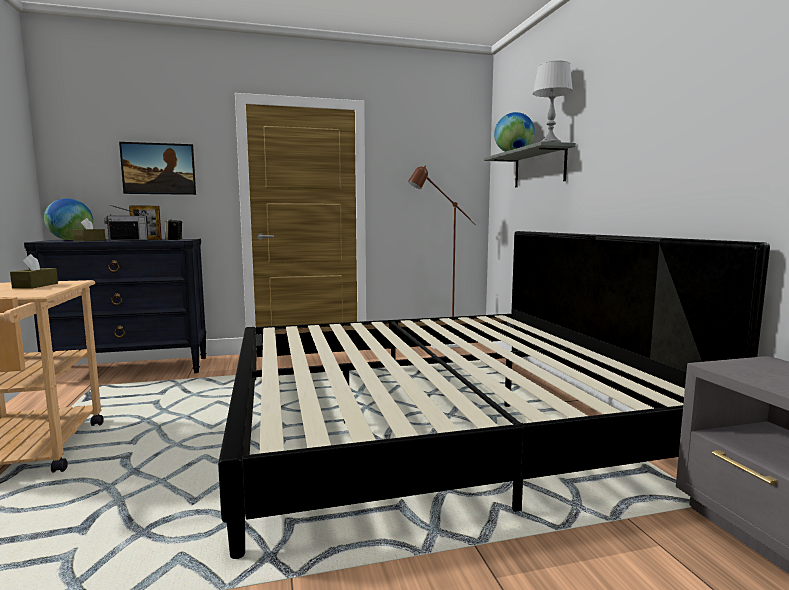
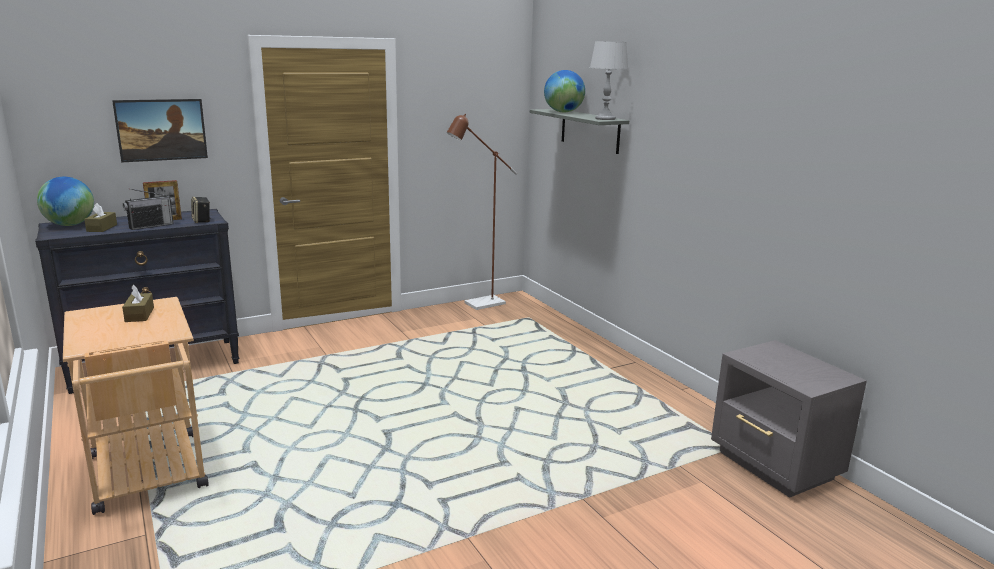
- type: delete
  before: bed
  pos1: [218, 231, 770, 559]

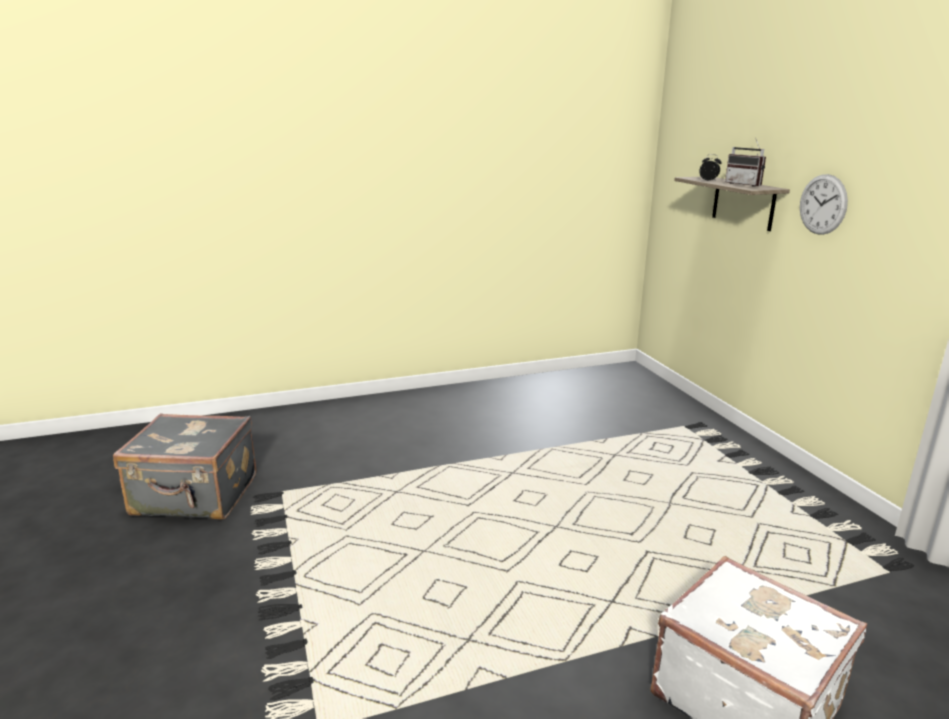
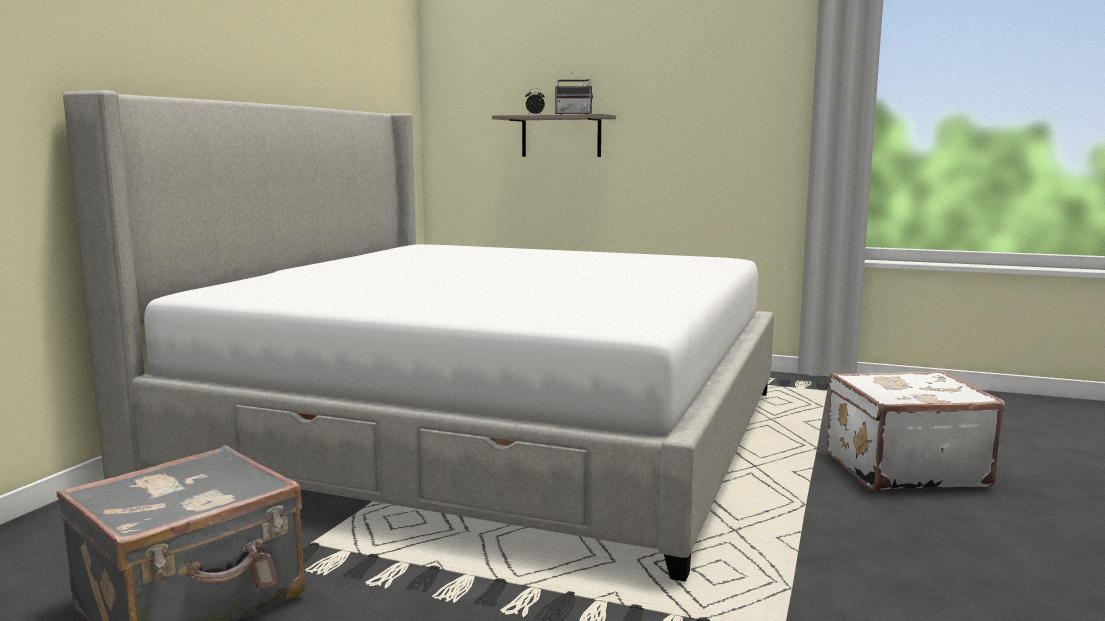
- type: delete
  before: wall clock
  pos1: [800, 174, 848, 235]
- type: insert
  after: bed
  pos2: [63, 90, 774, 582]

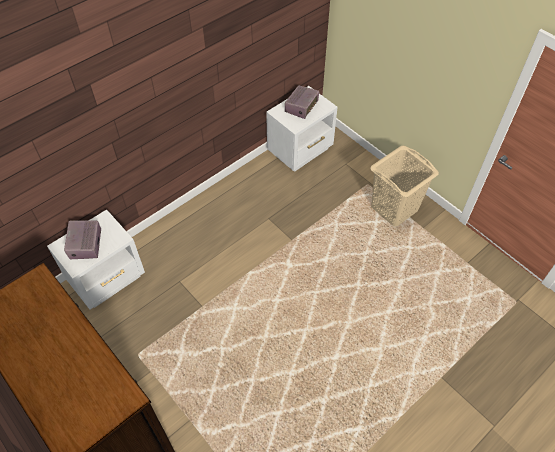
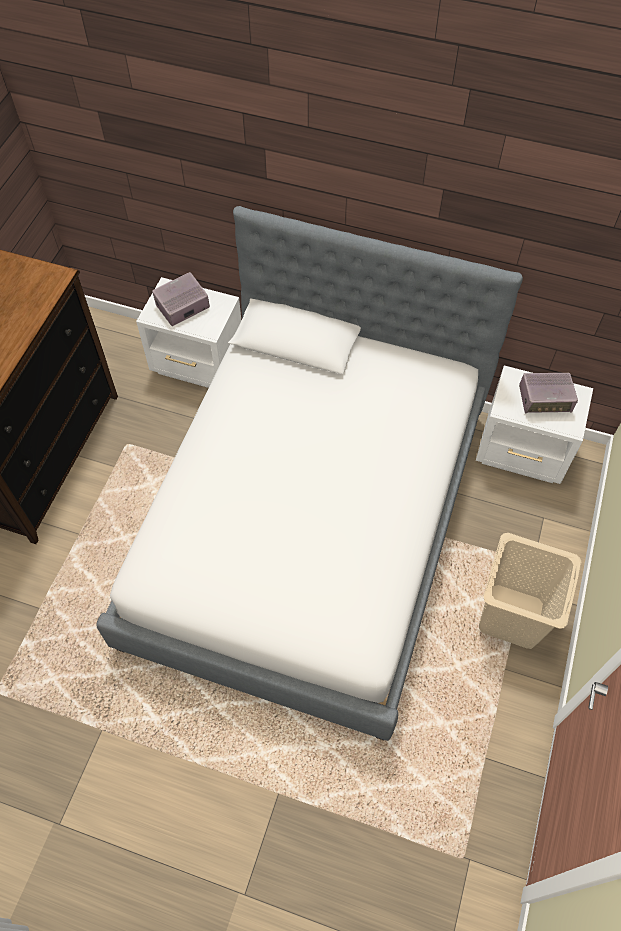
- type: insert
  after: bed
  pos2: [96, 206, 523, 741]

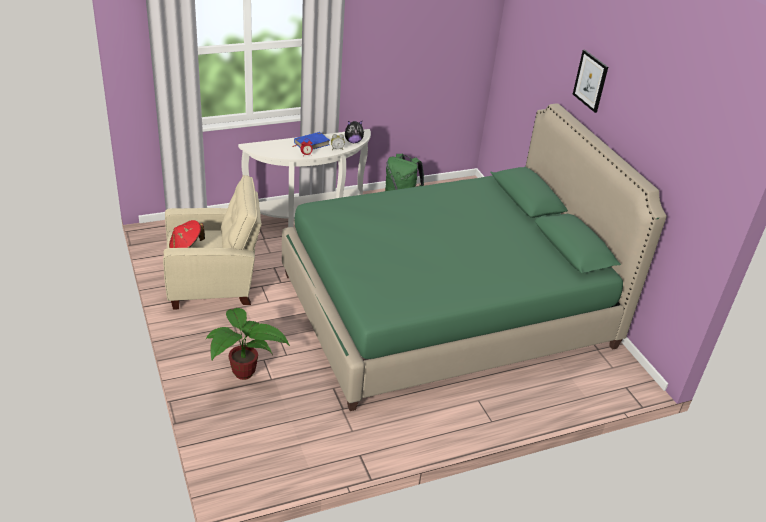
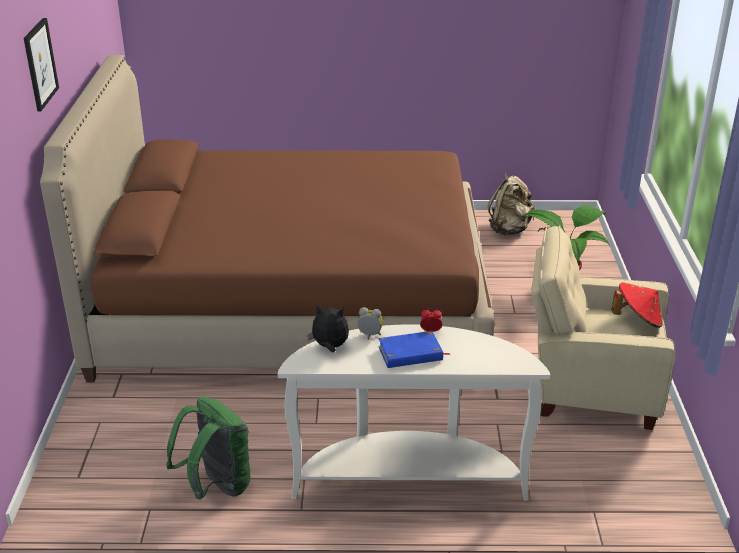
- type: insert
  after: beige backpack
  pos2: [488, 172, 535, 235]
- type: recolor
  before: green bed
  after: brown bed
  pos1: [282, 104, 667, 411]
  pos2: [40, 55, 495, 382]

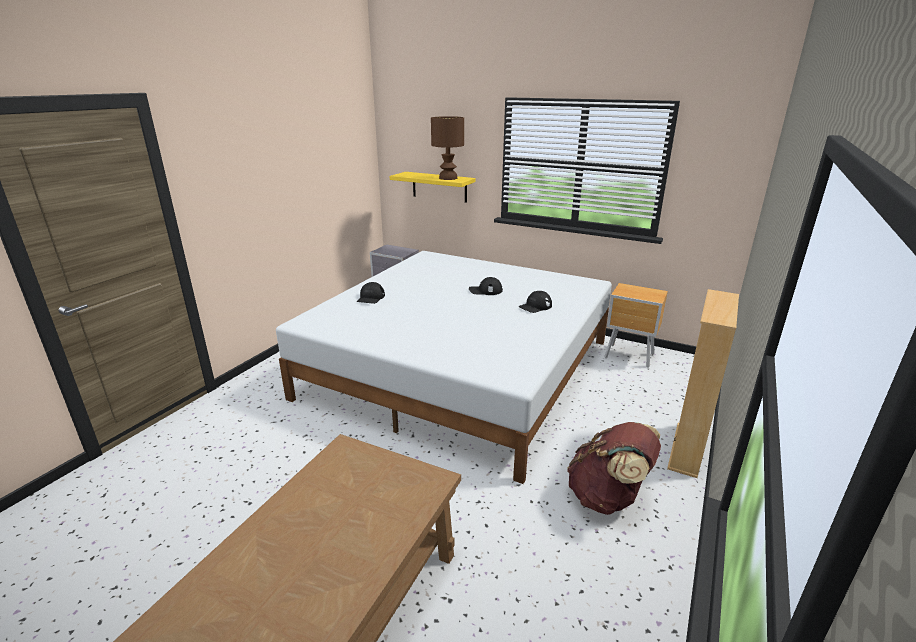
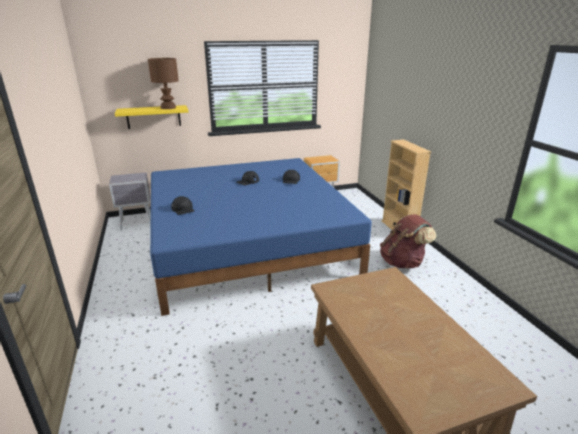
- type: recolor
  before: white bed
  after: blue bed
  pos1: [276, 251, 612, 484]
  pos2: [150, 158, 372, 316]

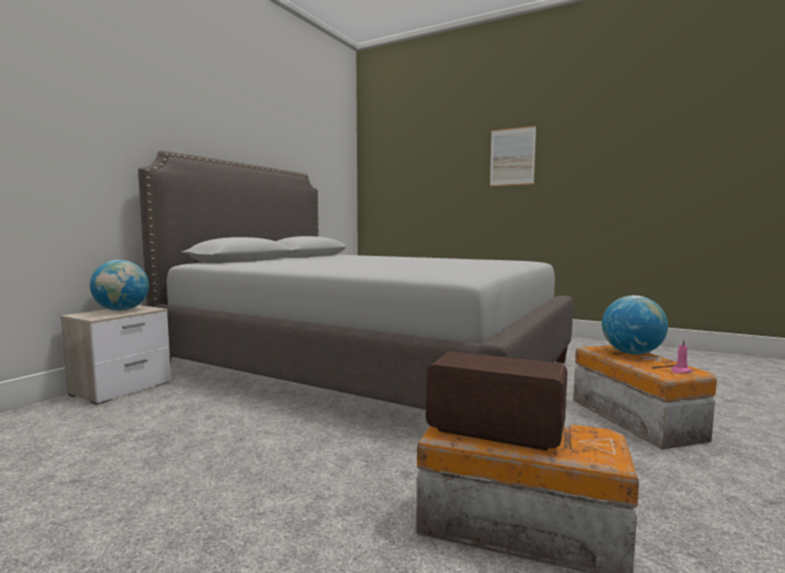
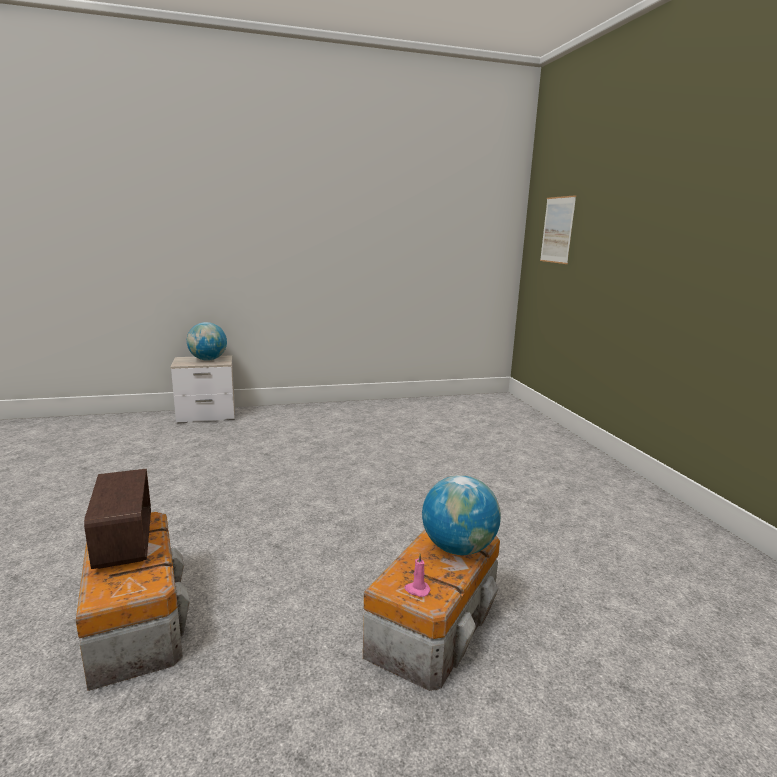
- type: delete
  before: grey bed
  pos1: [138, 151, 573, 410]
- type: move
  before: picture
  pos1: [490, 126, 536, 186]
  pos2: [540, 195, 576, 264]

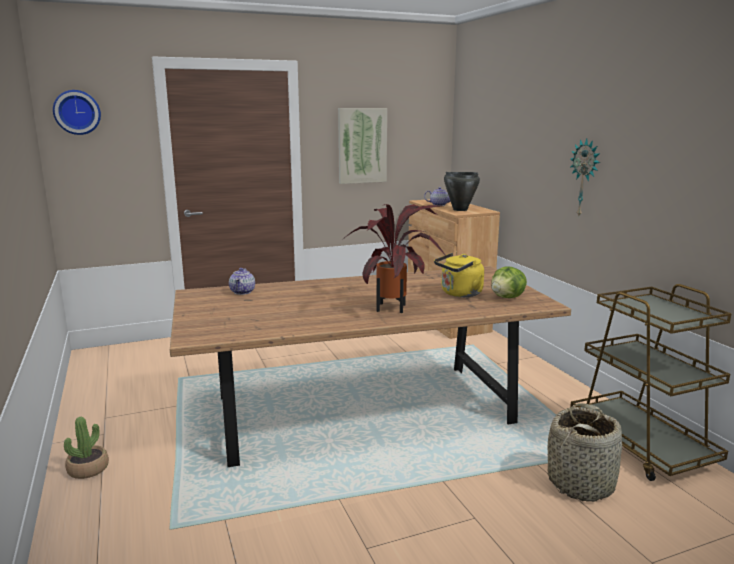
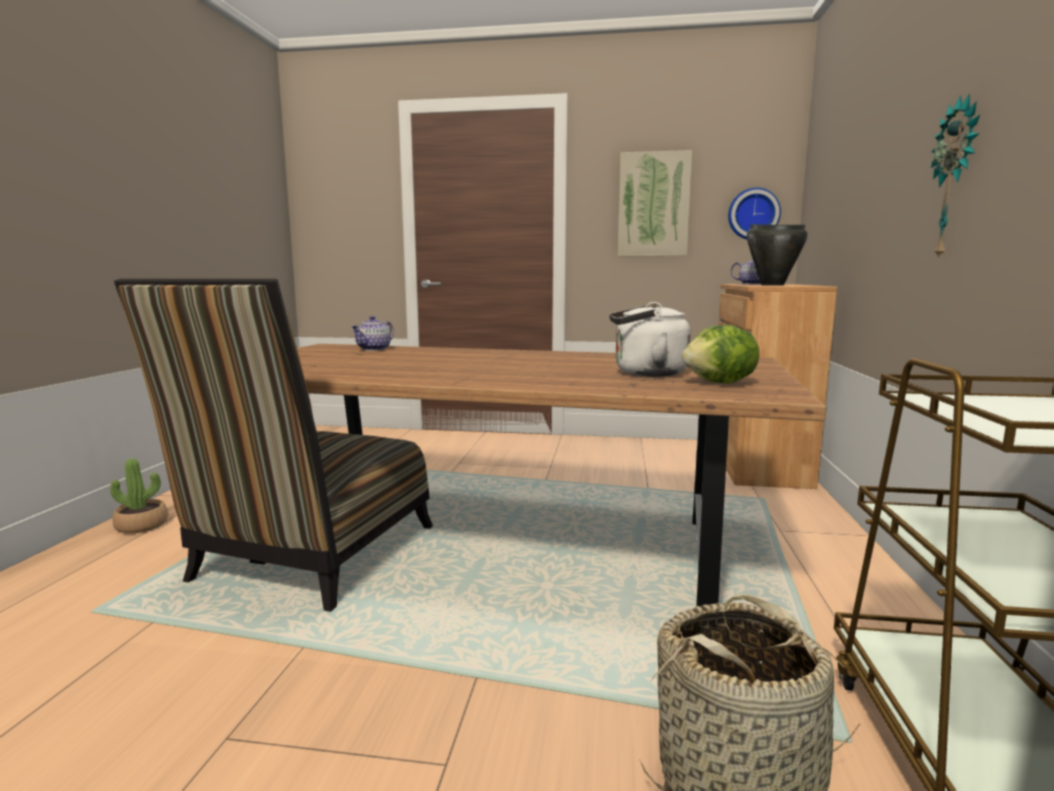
- type: delete
  before: potted plant
  pos1: [342, 204, 446, 313]
- type: insert
  after: chair
  pos2: [114, 279, 433, 612]
- type: move
  before: wall clock
  pos1: [53, 90, 101, 135]
  pos2: [728, 188, 781, 239]
- type: recolor
  before: yellow kettle
  after: white kettle
  pos1: [434, 253, 484, 297]
  pos2: [609, 302, 691, 376]

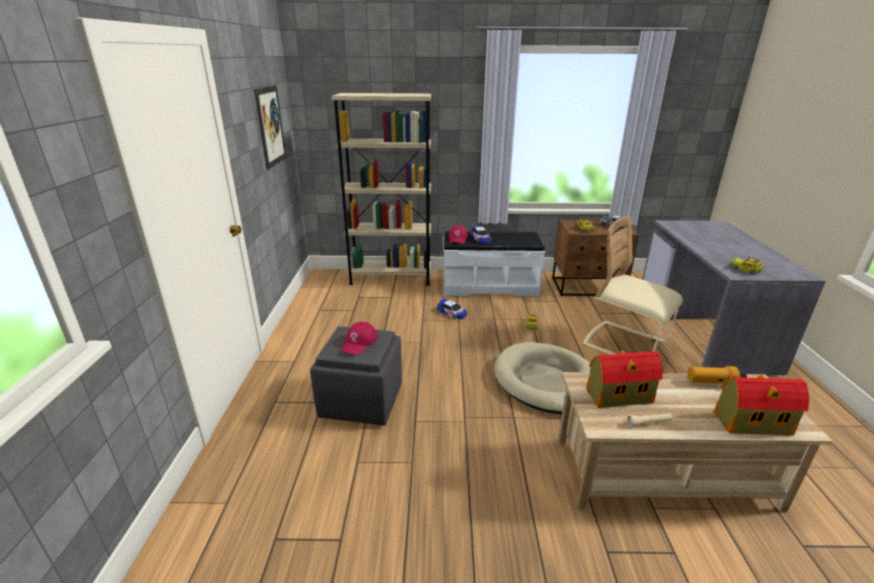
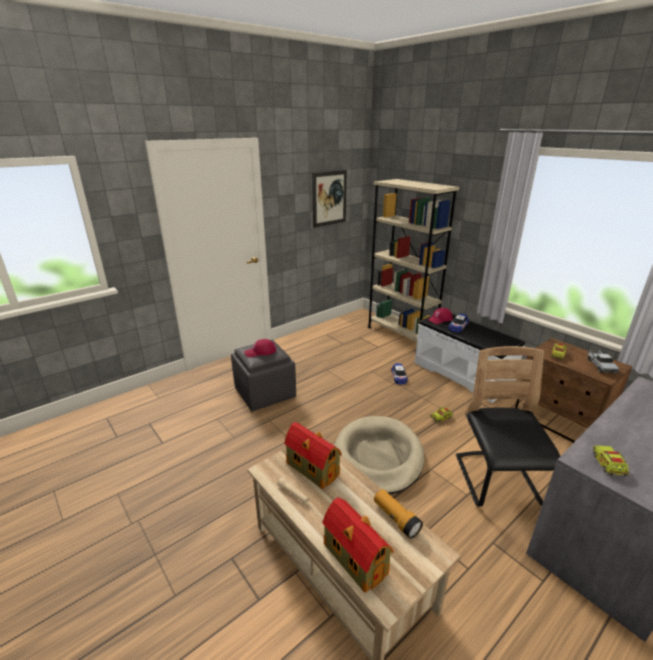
- type: recolor
  before: beige chair
  after: black chair
  pos1: [583, 217, 683, 355]
  pos2: [456, 346, 560, 507]

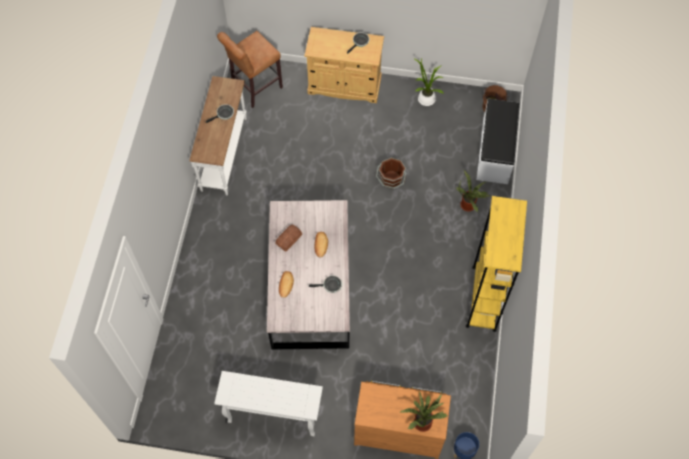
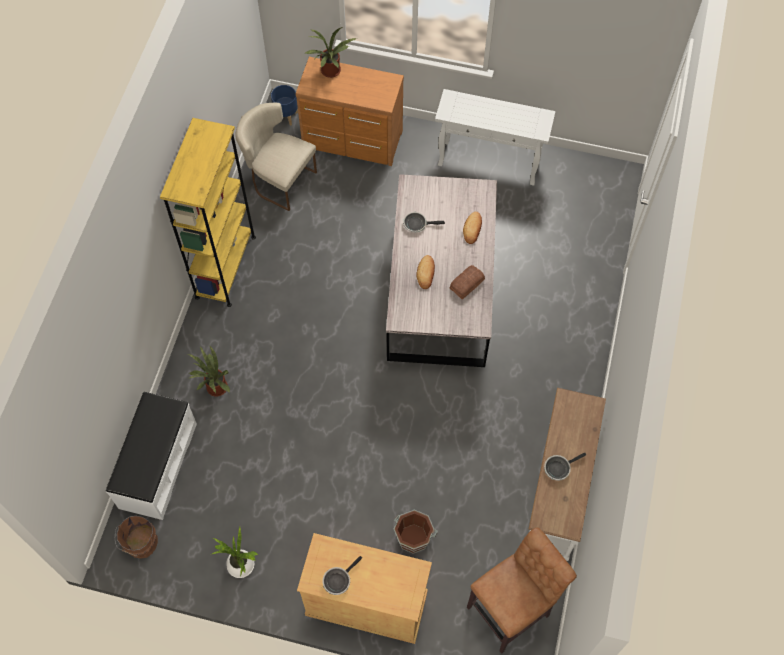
- type: insert
  after: beige chair
  pos2: [235, 103, 317, 211]
- type: move
  before: brown bucket
  pos1: [376, 158, 406, 189]
  pos2: [394, 510, 438, 554]

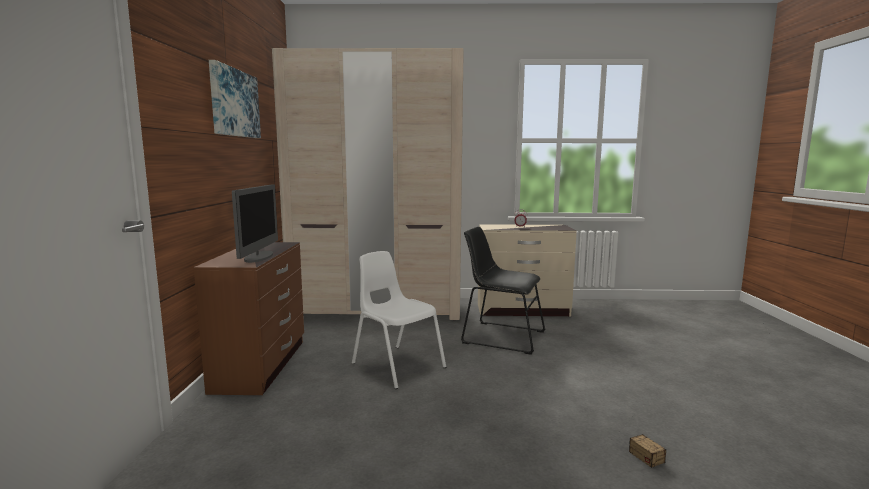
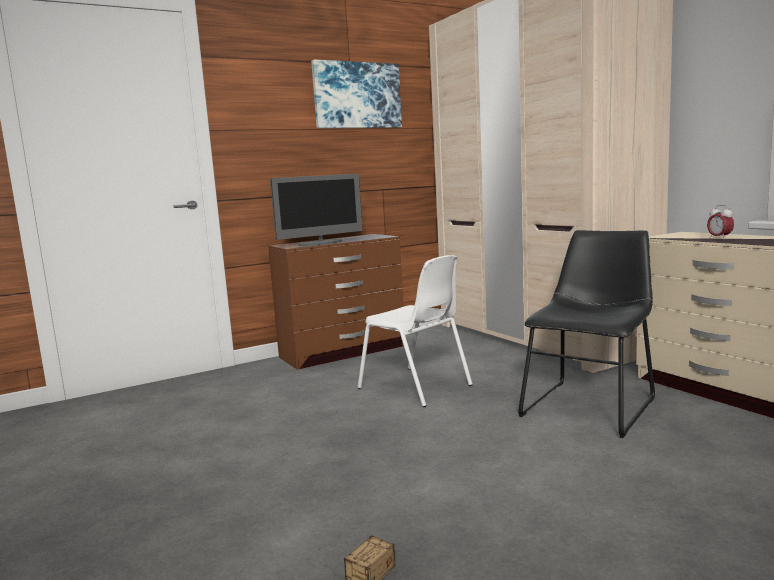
- type: rotate
  before: white chair
  pos1: [352, 251, 446, 389]
  pos2: [358, 255, 473, 407]
  turn: 120
- type: rotate
  before: black chair
  pos1: [461, 227, 545, 355]
  pos2: [518, 230, 655, 438]
  turn: 45

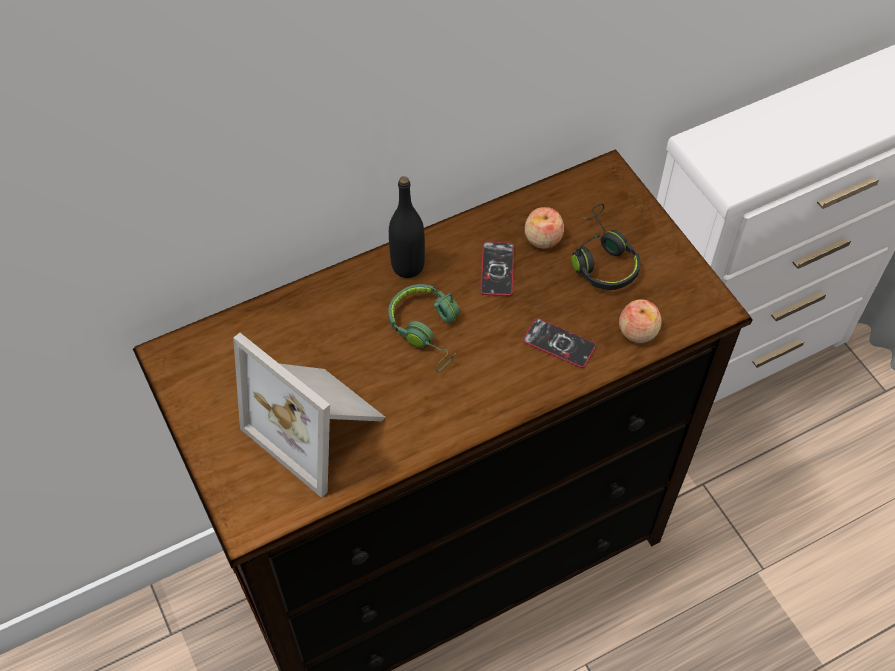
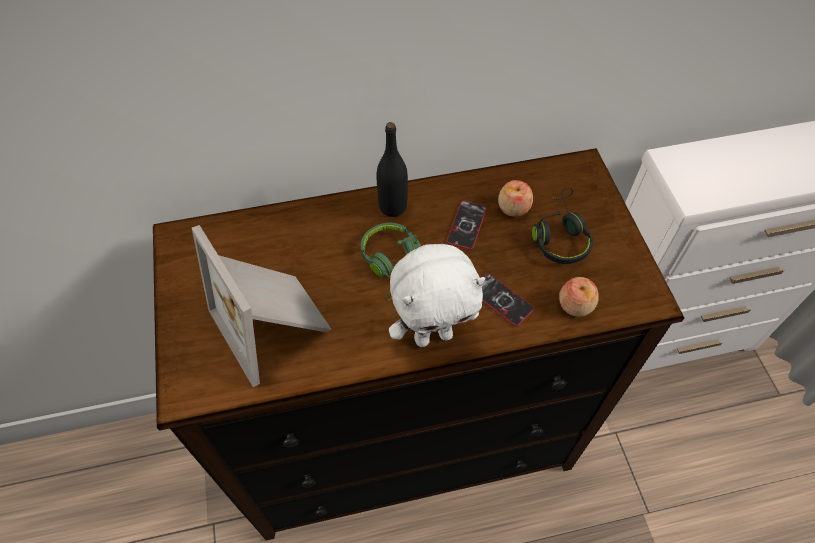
- type: insert
  after: white plush toy
  pos2: [389, 244, 485, 347]

